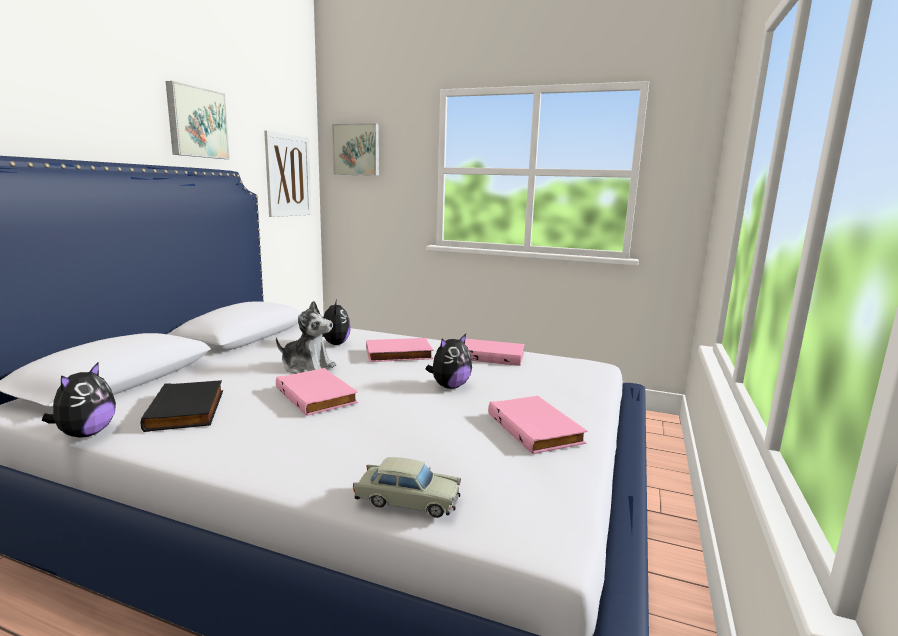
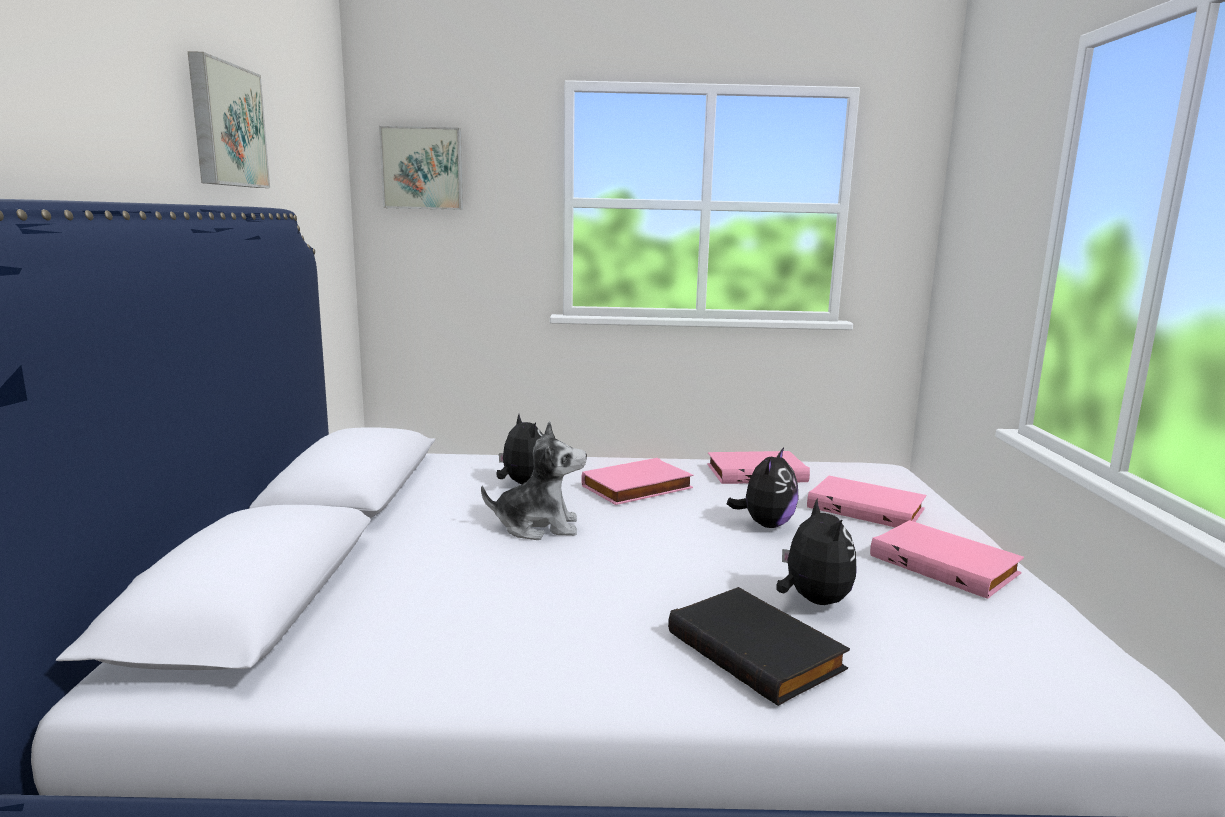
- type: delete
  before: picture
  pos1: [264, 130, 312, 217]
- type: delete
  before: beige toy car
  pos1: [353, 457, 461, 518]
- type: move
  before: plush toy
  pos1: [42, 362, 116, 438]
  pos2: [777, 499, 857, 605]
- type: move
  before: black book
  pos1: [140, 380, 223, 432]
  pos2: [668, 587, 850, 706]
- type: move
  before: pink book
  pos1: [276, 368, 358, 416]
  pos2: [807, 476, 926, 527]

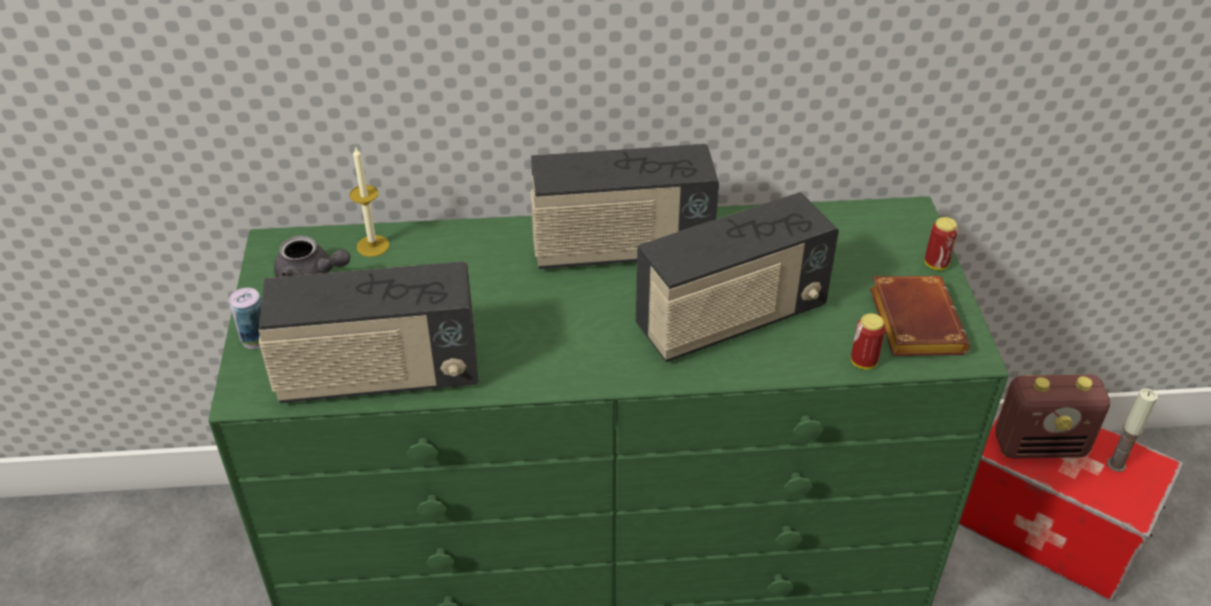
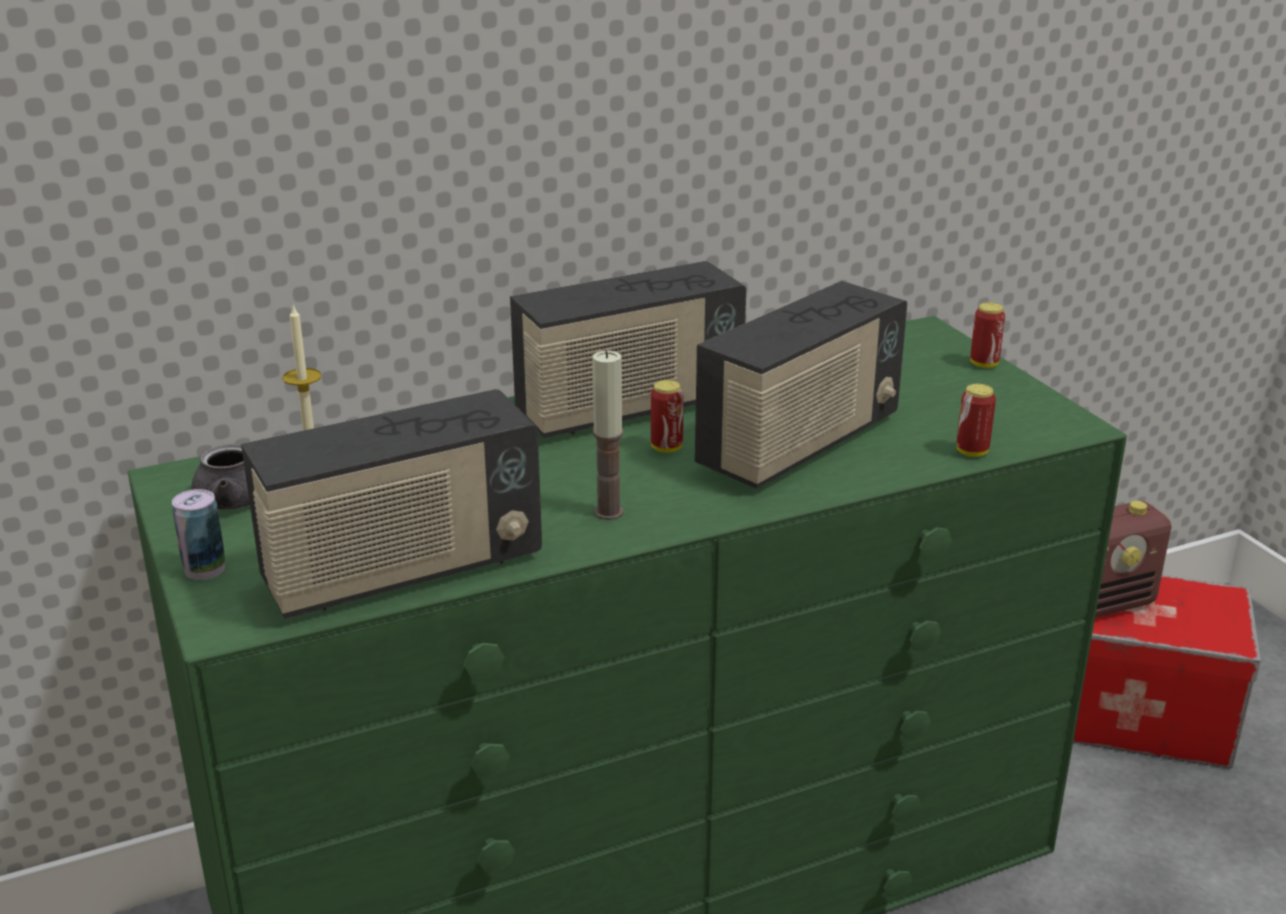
- type: delete
  before: brown book
  pos1: [870, 276, 970, 356]
- type: insert
  after: can
  pos2: [651, 380, 684, 453]
- type: move
  before: candle
  pos1: [1107, 388, 1158, 472]
  pos2: [592, 351, 624, 520]

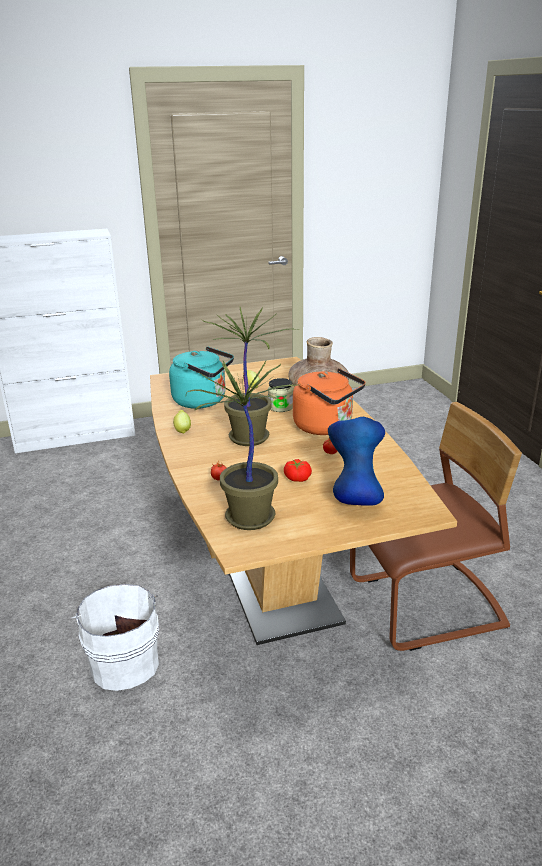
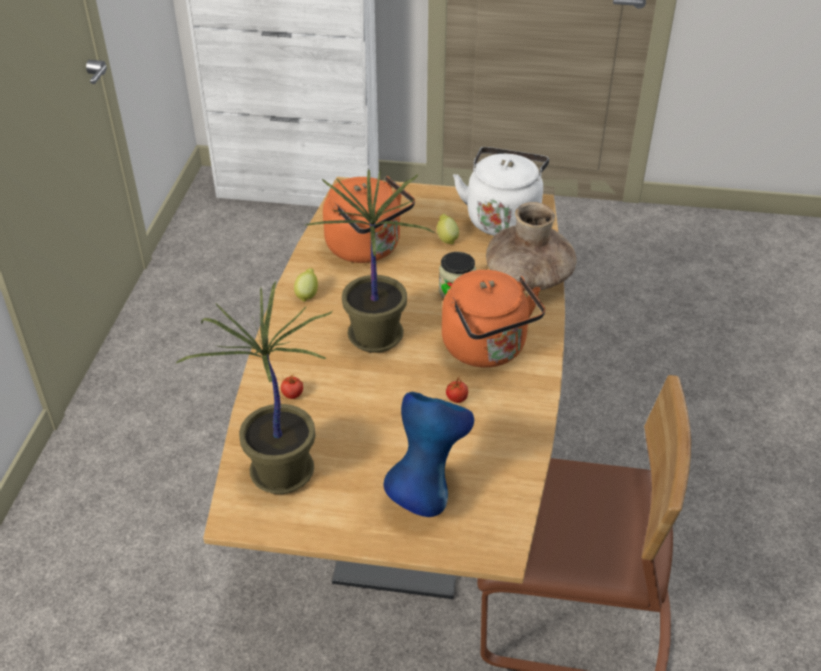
- type: delete
  before: white bucket
  pos1: [71, 584, 159, 691]
- type: delete
  before: tomato
  pos1: [284, 459, 312, 482]
- type: insert
  after: white kettle
  pos2: [453, 147, 549, 236]
- type: recolor
  before: turquoise kettle
  after: orange kettle
  pos1: [169, 346, 234, 409]
  pos2: [323, 176, 415, 263]

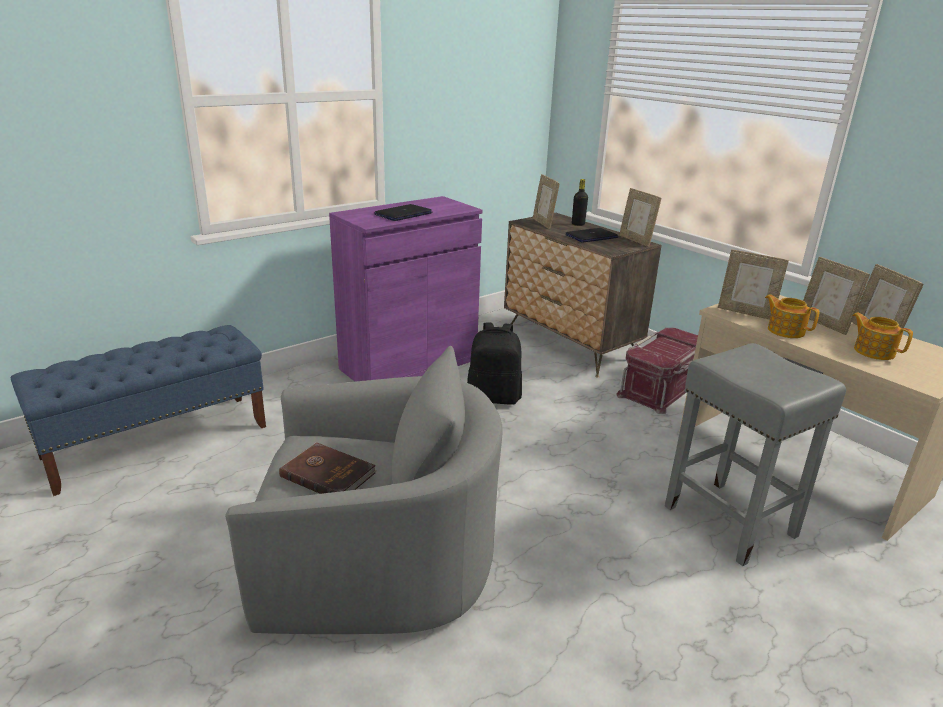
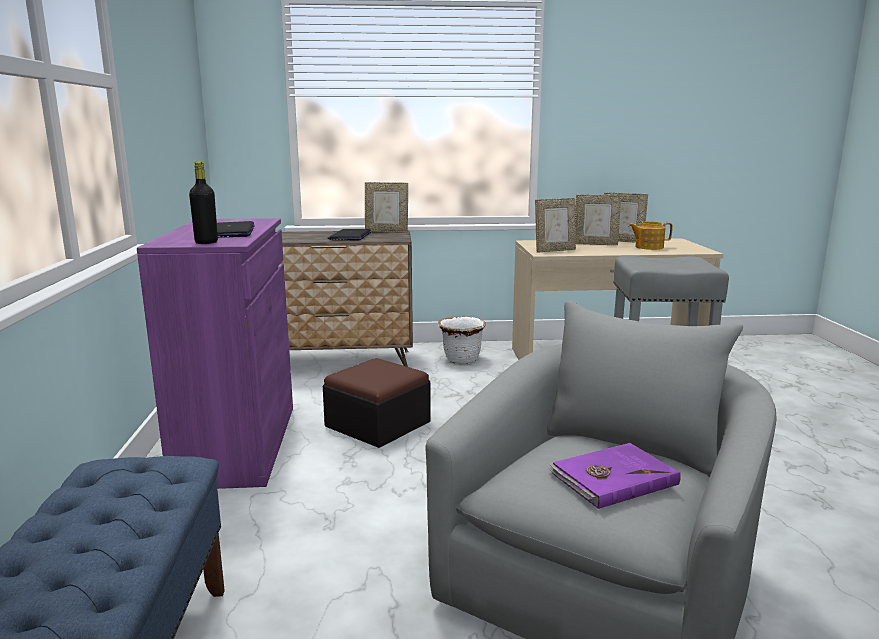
- type: delete
  before: picture frame
  pos1: [533, 174, 560, 229]
- type: delete
  before: teapot
  pos1: [765, 294, 819, 338]
- type: move
  before: black bottle
  pos1: [572, 179, 588, 226]
  pos2: [189, 162, 218, 244]
- type: replace
  before: black backpack
  after: ottoman
  pos1: [467, 322, 522, 405]
  pos2: [323, 358, 431, 448]
- type: replace
  before: red storage box
  after: white planter
  pos1: [616, 328, 698, 414]
  pos2: [438, 317, 486, 364]
- type: recolor
  before: brown book
  after: purple book
  pos1: [279, 442, 376, 494]
  pos2: [548, 443, 681, 509]

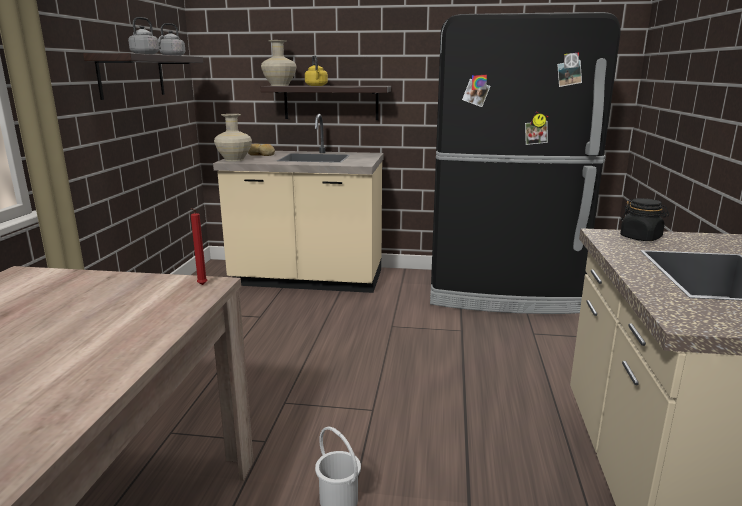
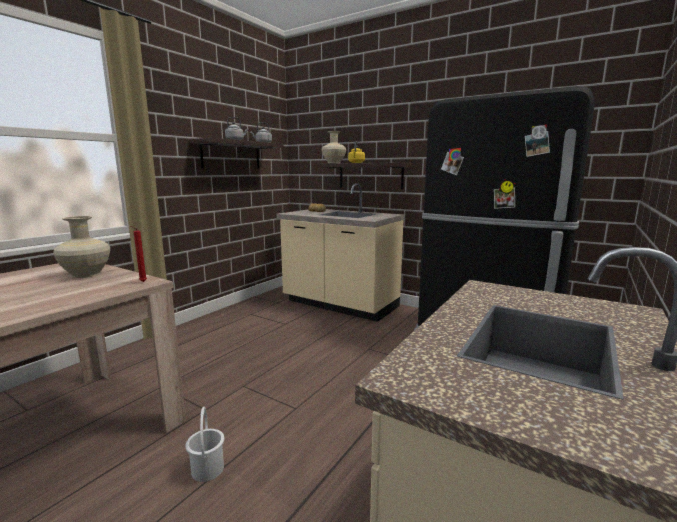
- type: delete
  before: black jar
  pos1: [620, 198, 669, 241]
- type: move
  before: beige vase
  pos1: [214, 114, 252, 162]
  pos2: [53, 216, 110, 278]

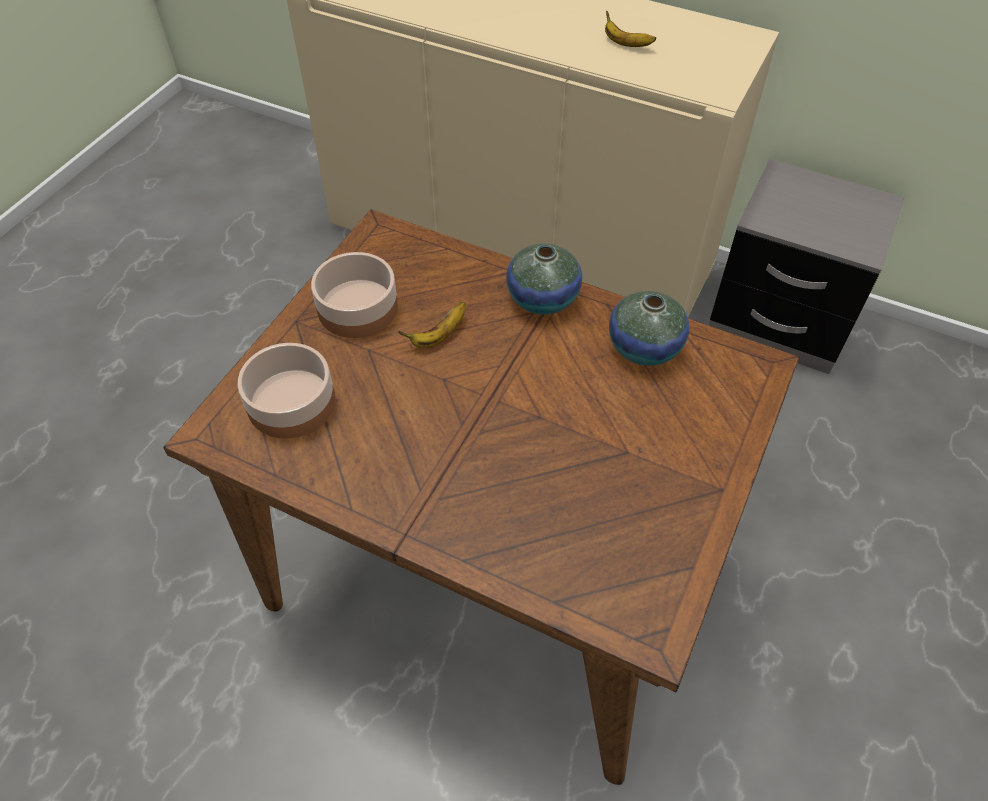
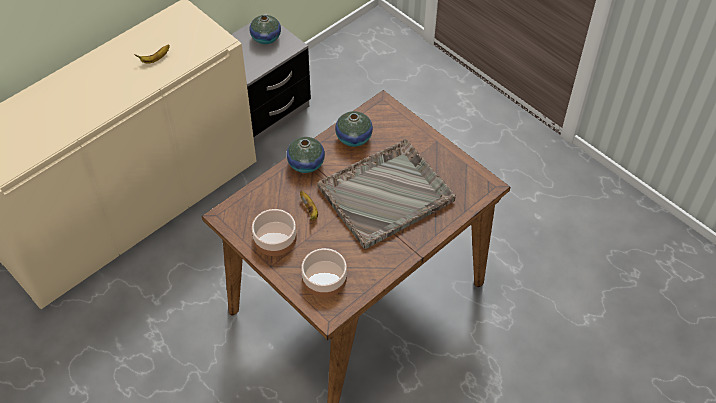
- type: insert
  after: vase
  pos2: [249, 15, 281, 44]
- type: insert
  after: grey tray
  pos2: [317, 139, 456, 249]

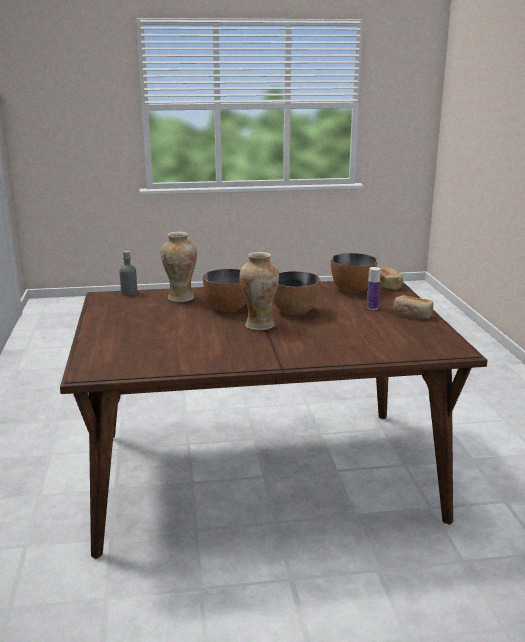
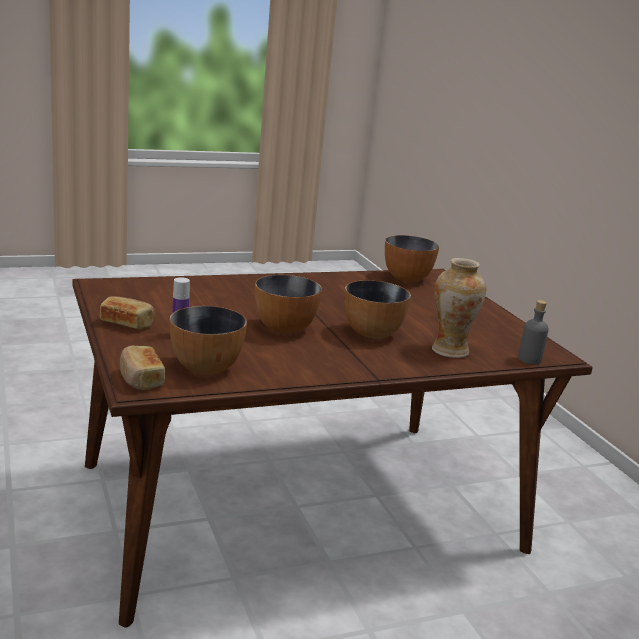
- type: delete
  before: vase
  pos1: [239, 252, 279, 330]
- type: insert
  after: bowl
  pos2: [385, 235, 439, 282]

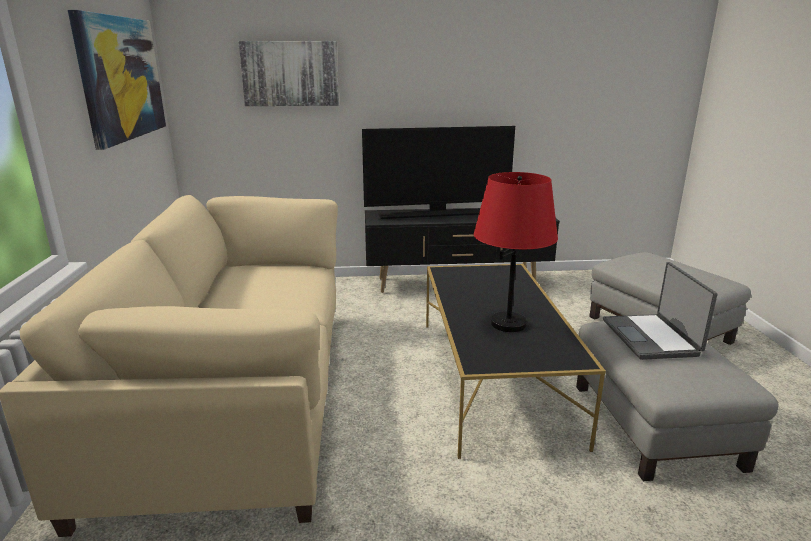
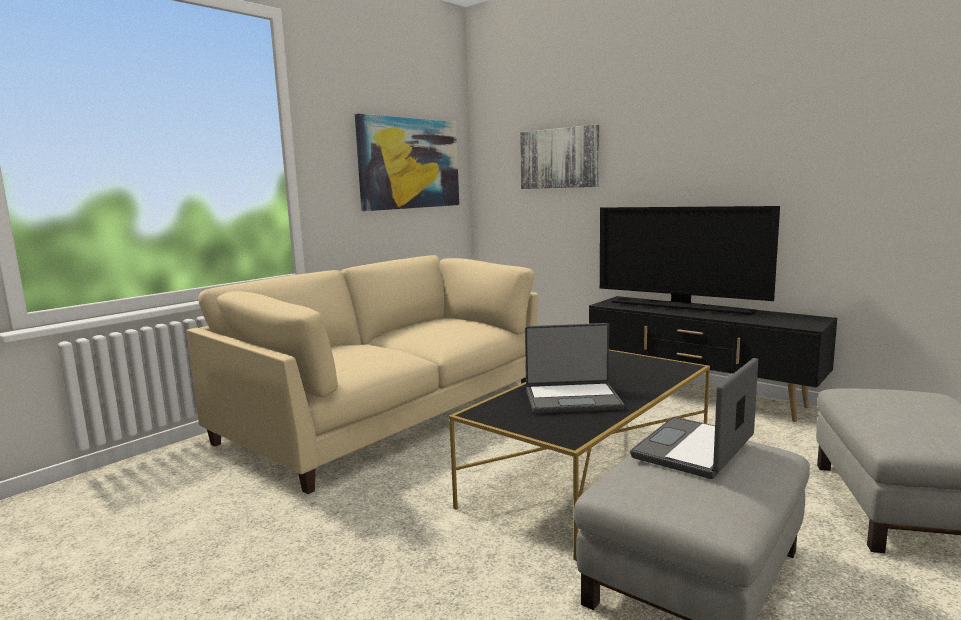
- type: replace
  before: red table lamp
  after: laptop
  pos1: [474, 172, 558, 332]
  pos2: [525, 323, 624, 413]

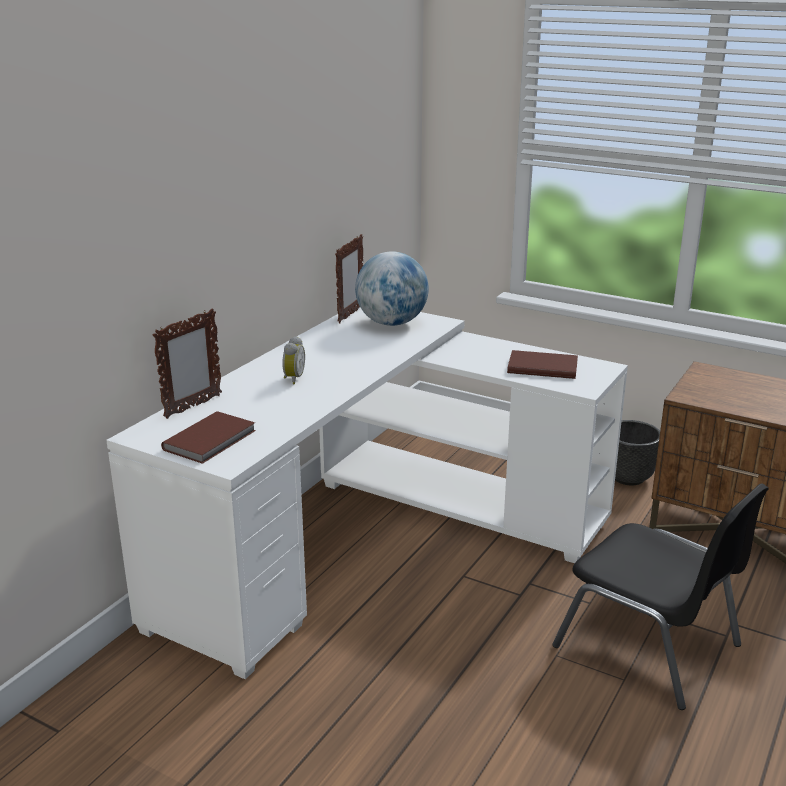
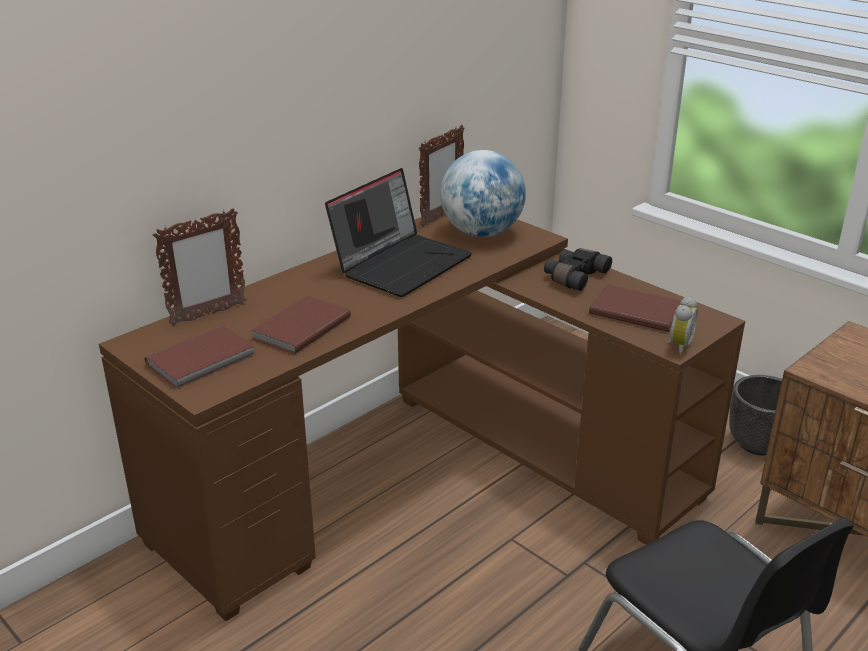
- type: insert
  after: brown book
  pos2: [252, 295, 351, 354]
- type: insert
  after: laptop
  pos2: [325, 168, 472, 297]
- type: insert
  after: black binoculars
  pos2: [544, 248, 612, 291]
- type: move
  before: alarm clock
  pos1: [282, 336, 305, 384]
  pos2: [667, 296, 698, 355]
- type: recolor
  before: white desk
  after: brown desk
  pos1: [106, 307, 628, 679]
  pos2: [99, 213, 745, 621]

